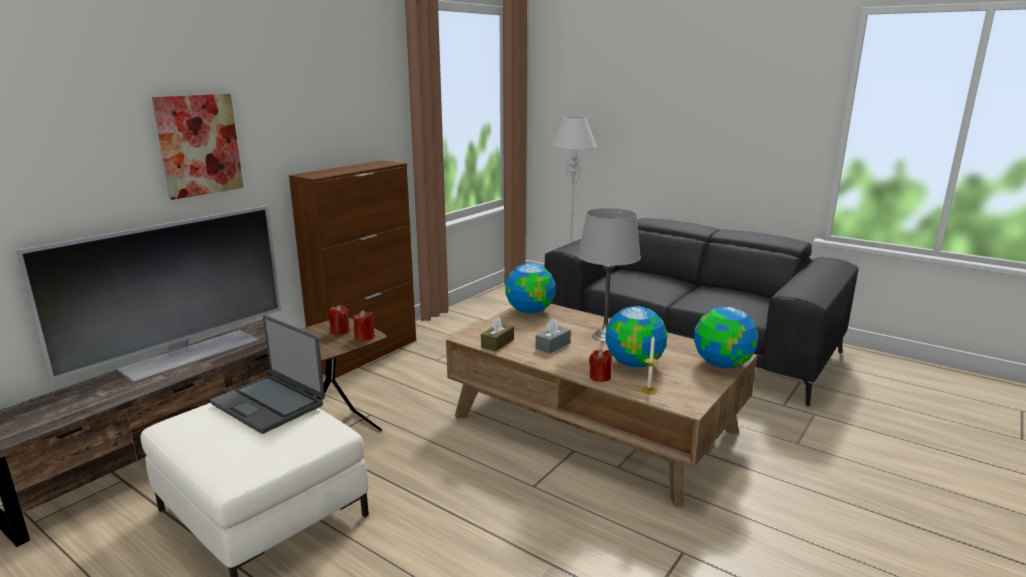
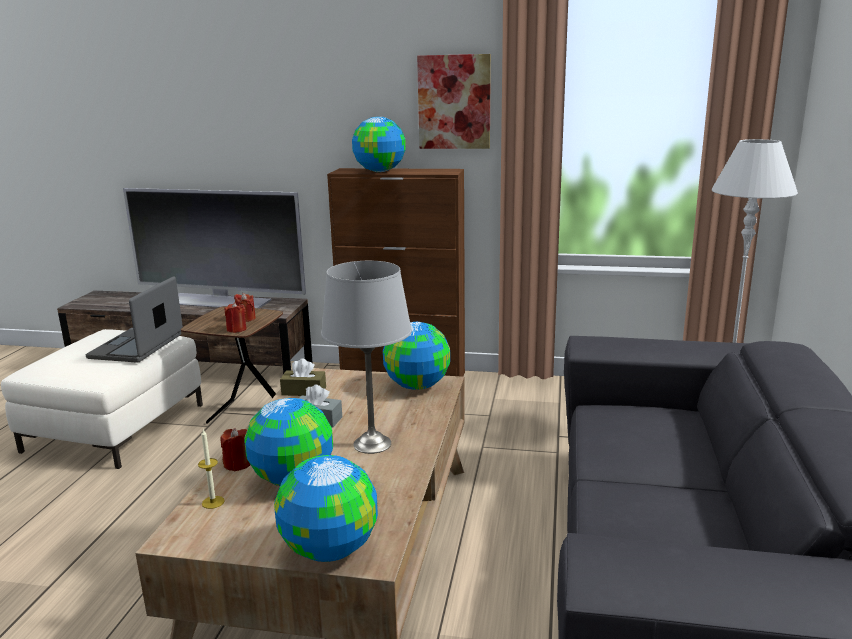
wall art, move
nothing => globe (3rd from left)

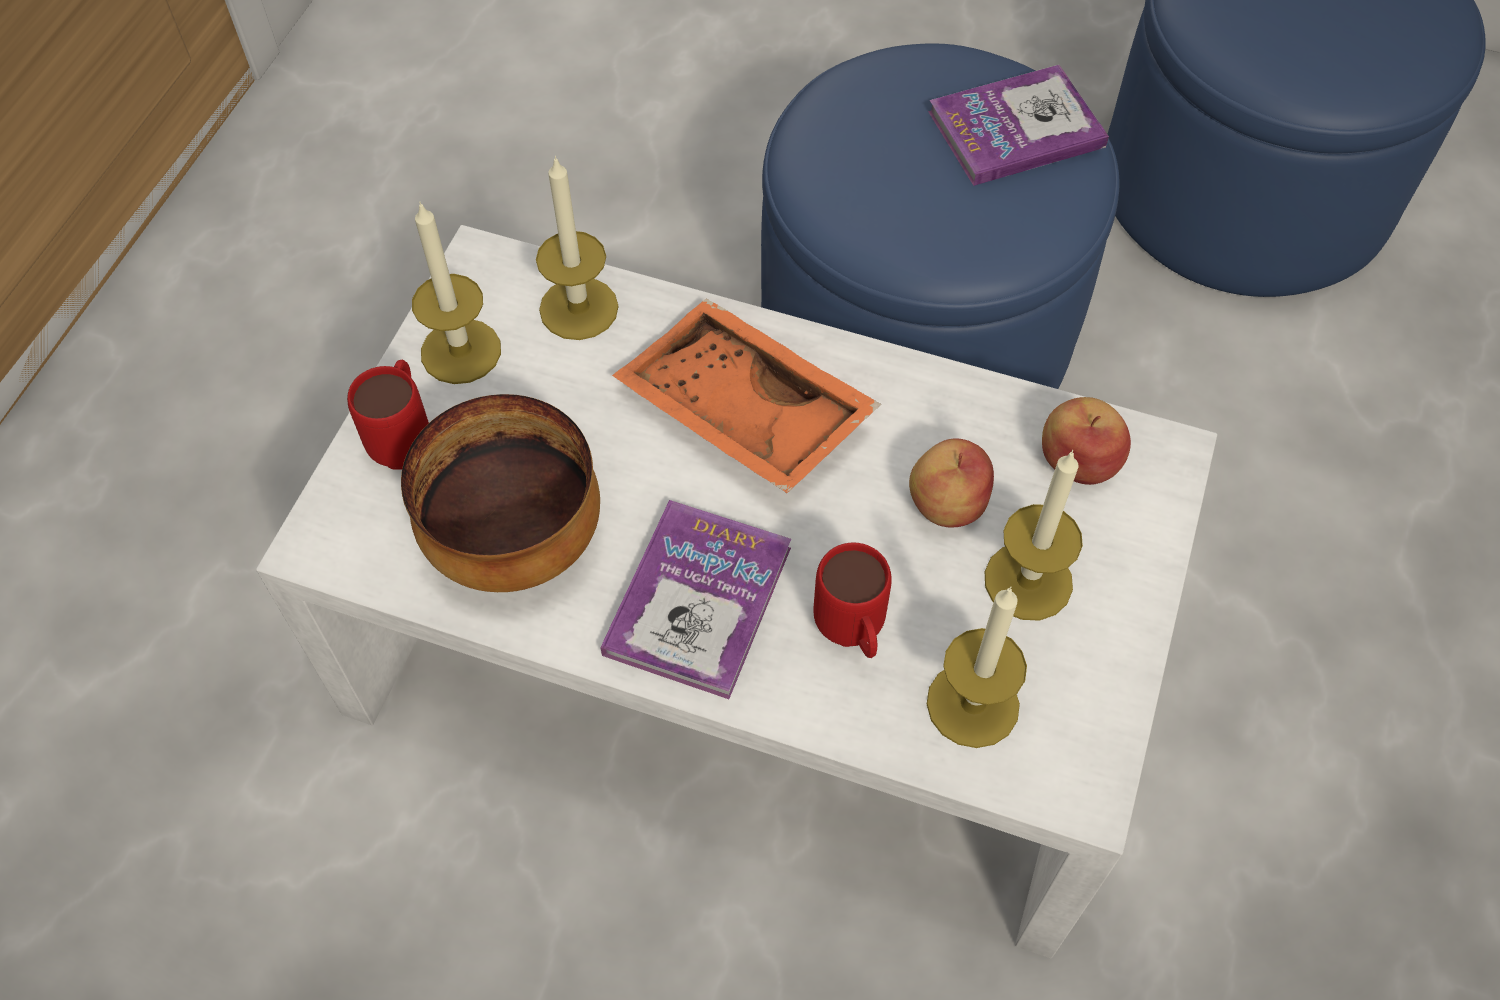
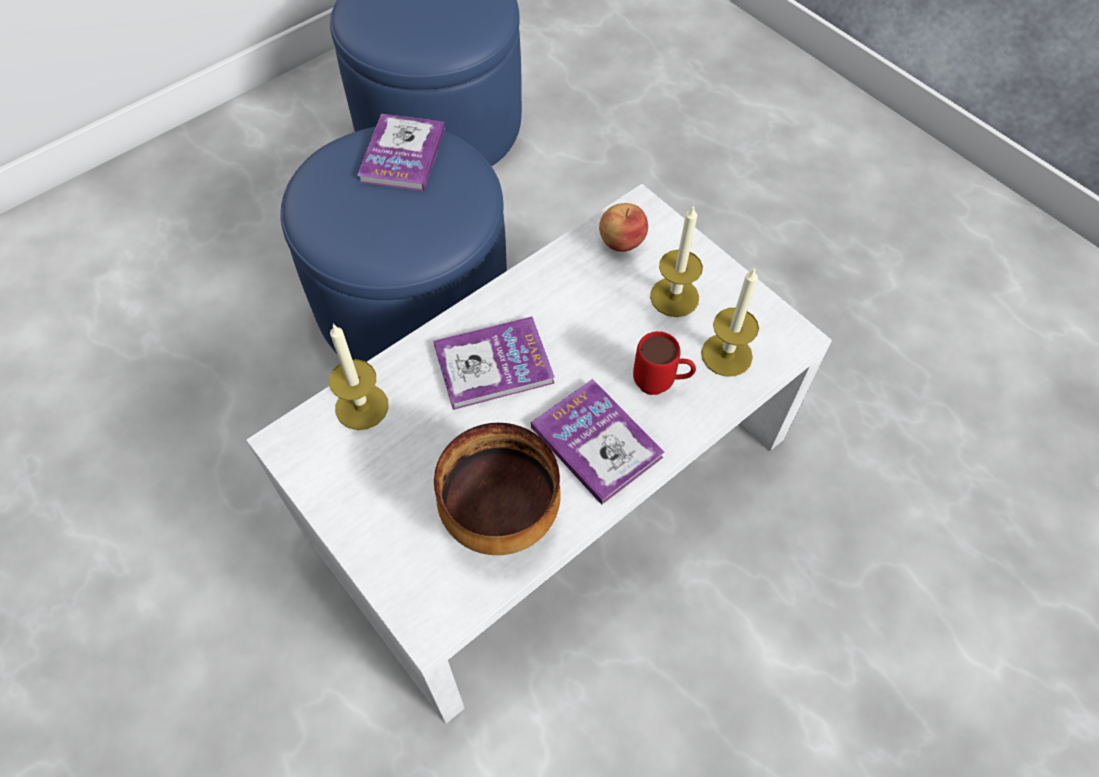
wax light (1st from left) => nothing
tray in orange => bound book (2nd from left)
mug in red (1st from left) => nothing
whole apple (1st from left) => nothing

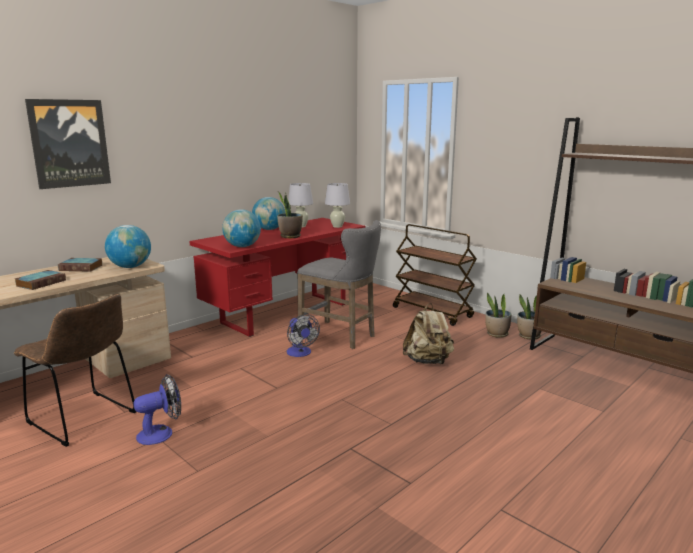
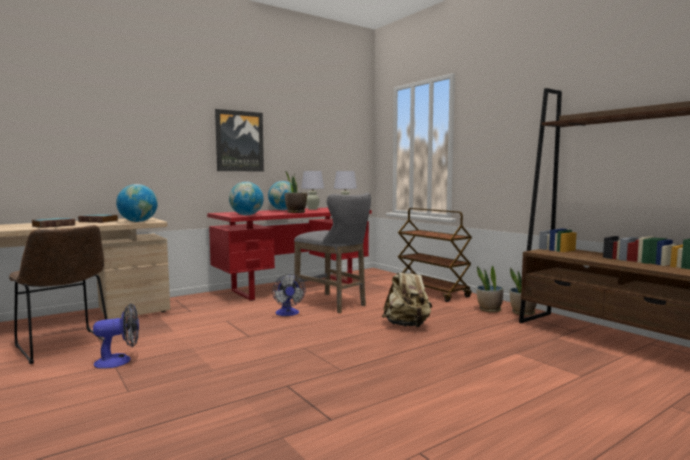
wall art, move

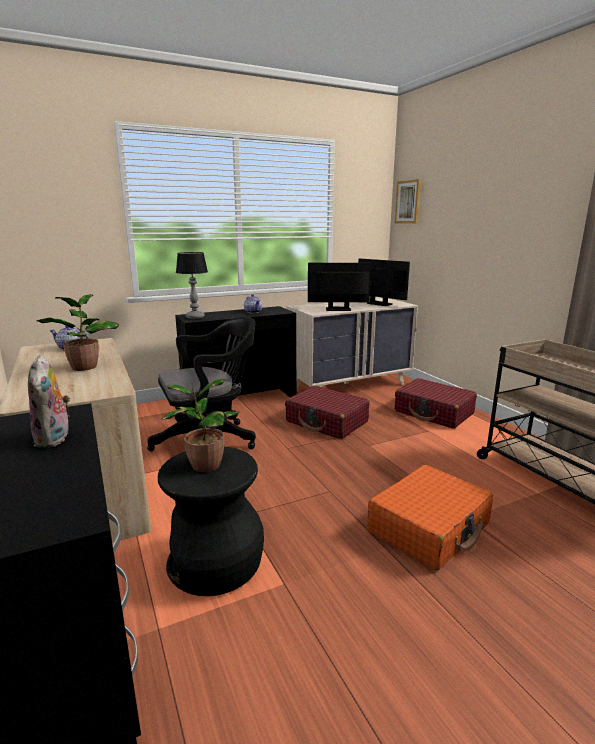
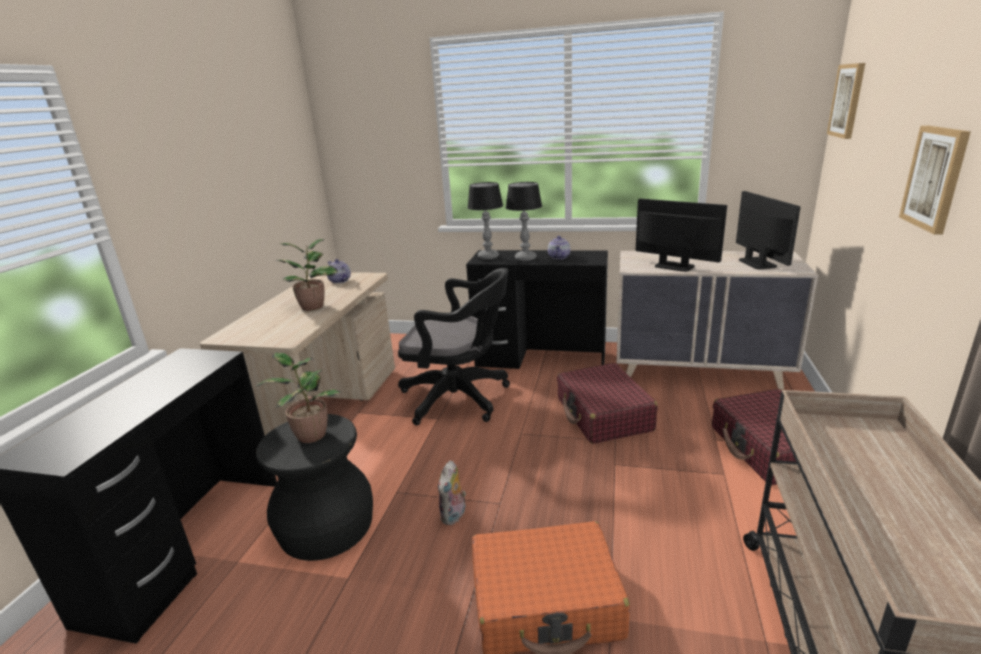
soft toy, move
nothing => wall art (2nd from left)
nothing => lamp for a table (2nd from left)

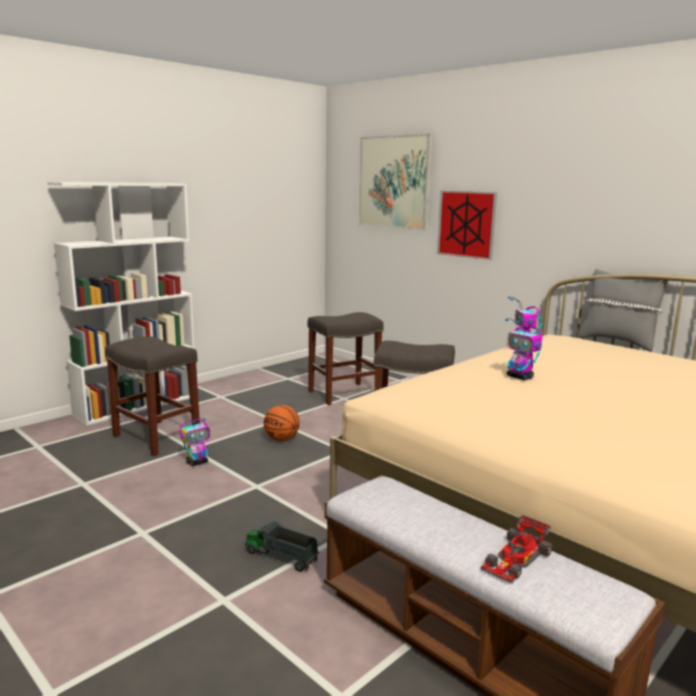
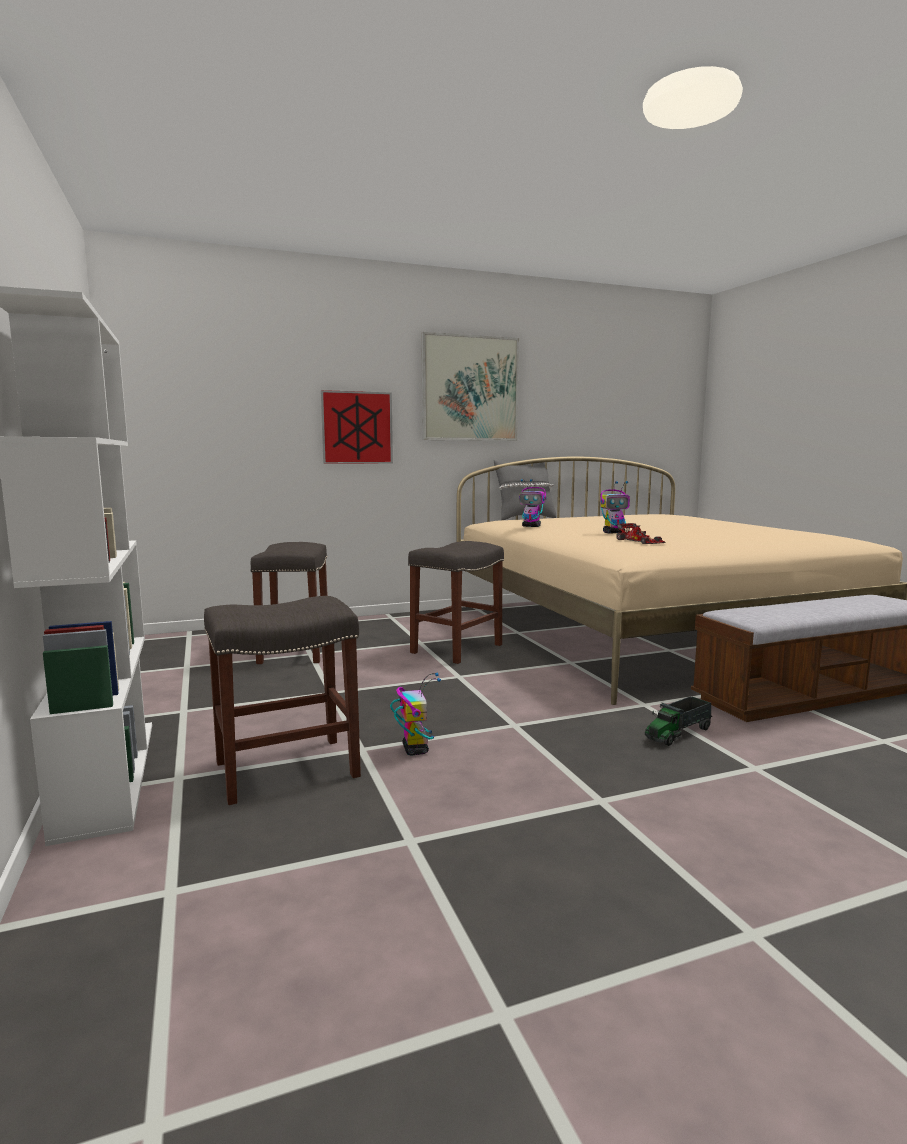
wall art (1st from left in the first image) => wall art (2nd from left), move
basketball ball => nothing
model car, move

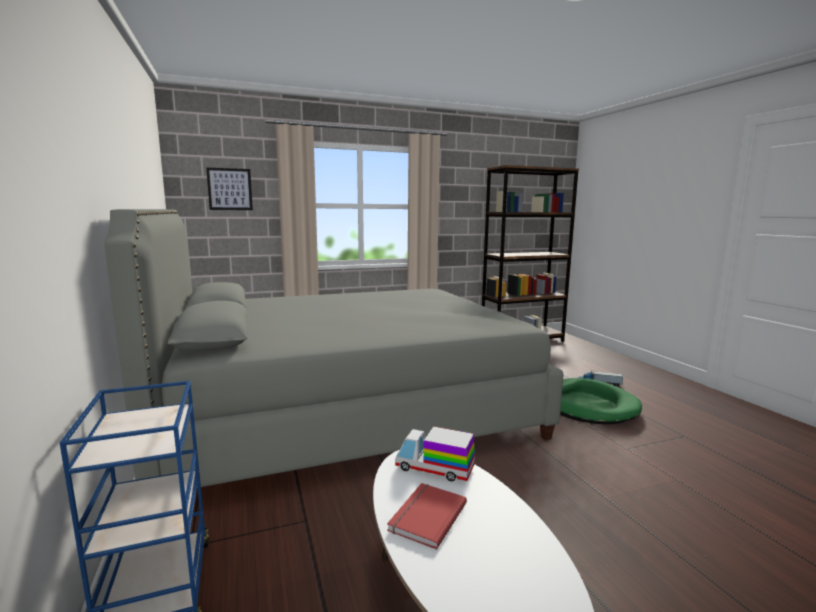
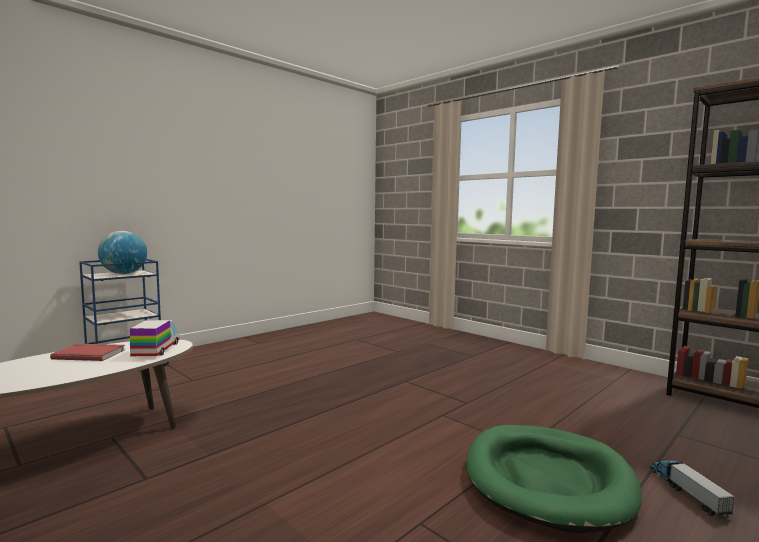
wall art => nothing
bedroom bed in gray => nothing
nothing => globe

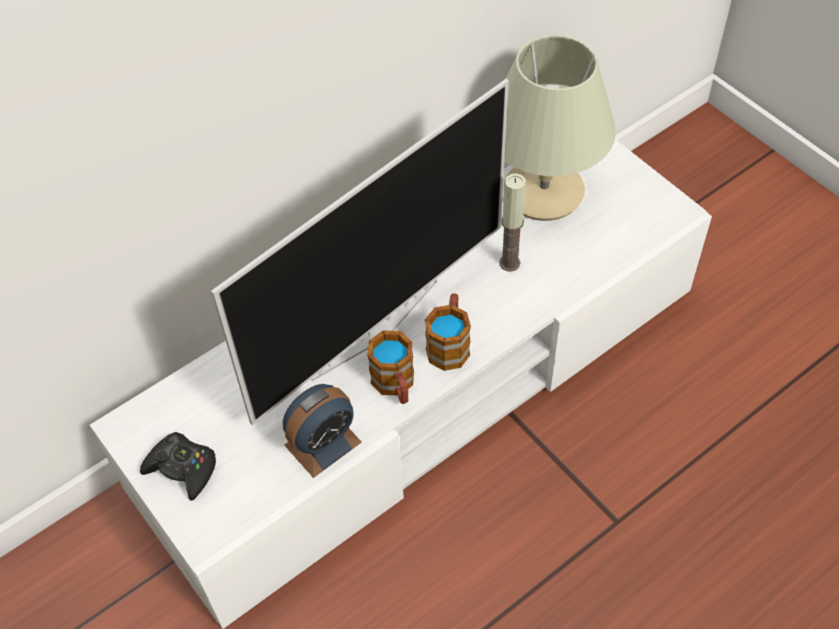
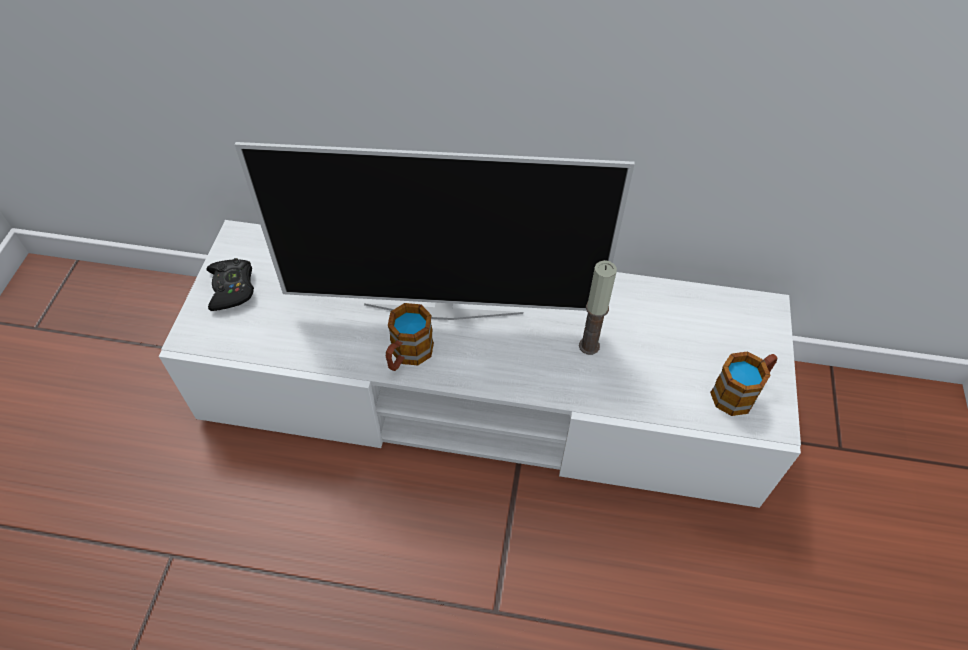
lamp for a table in beige => nothing
mug (2nd from left), move
table clock => nothing

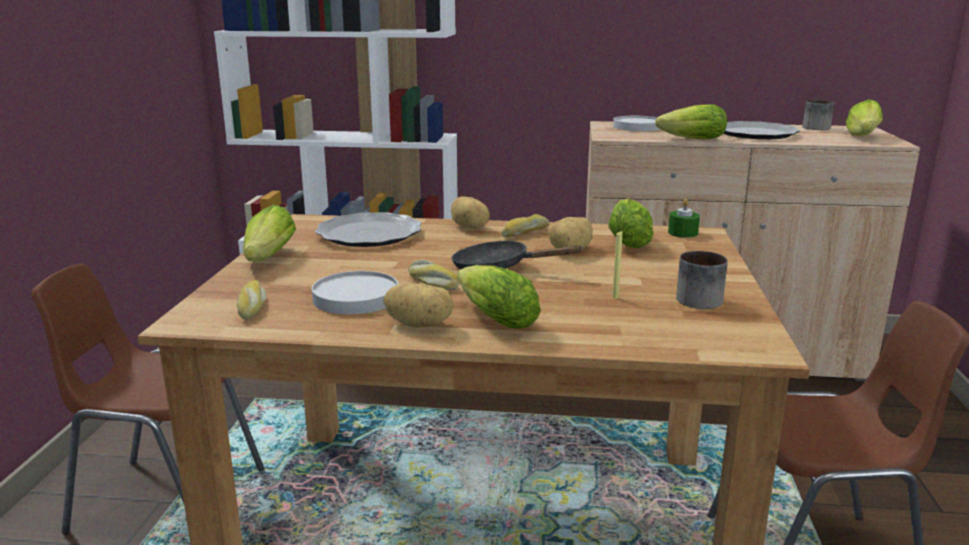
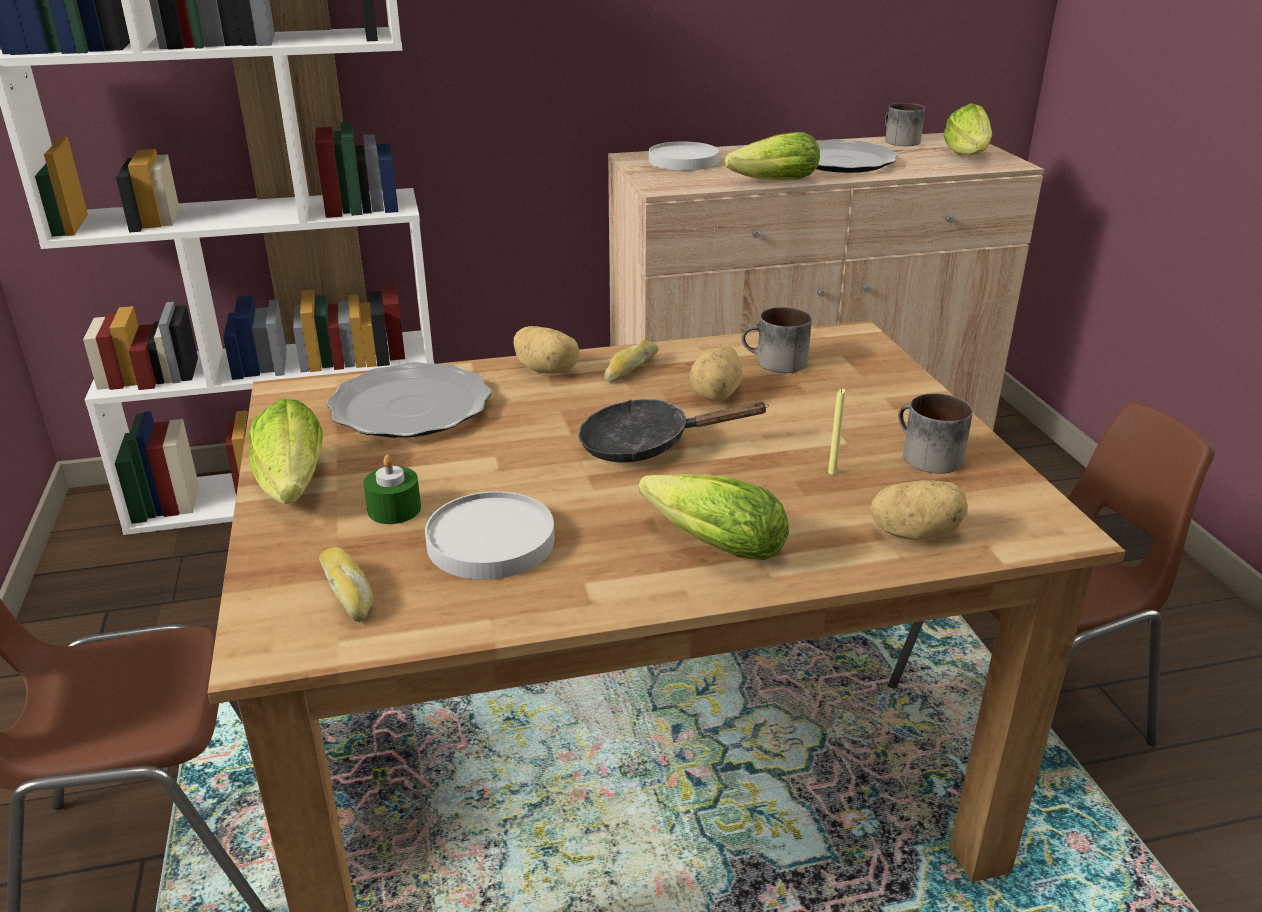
lettuce head (3rd from left) => mug (1st from left)
wax light in green, move
baked bread (2nd from left) => nothing
spud (1st from left in the first image) => spud (3rd from left), move

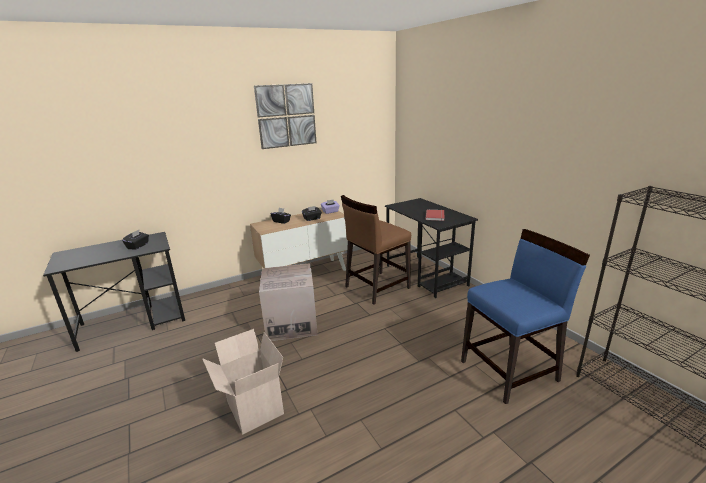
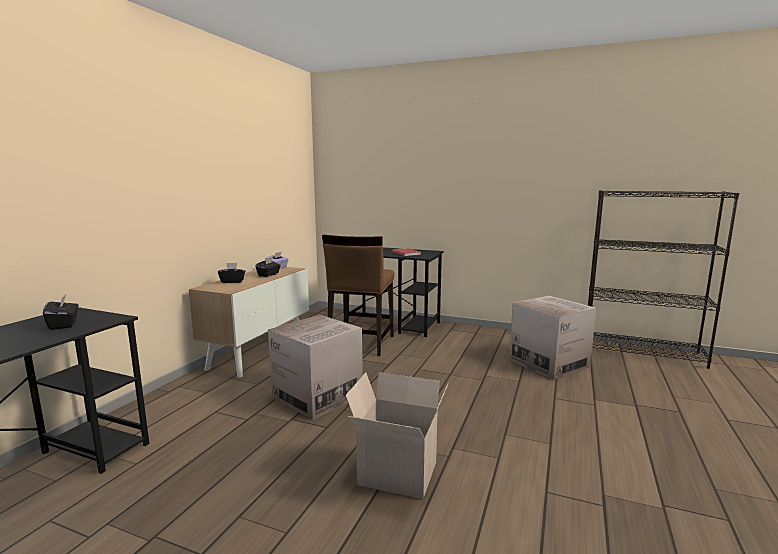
wall art => nothing
upright chair in bluish => packing box (3rd from left)

